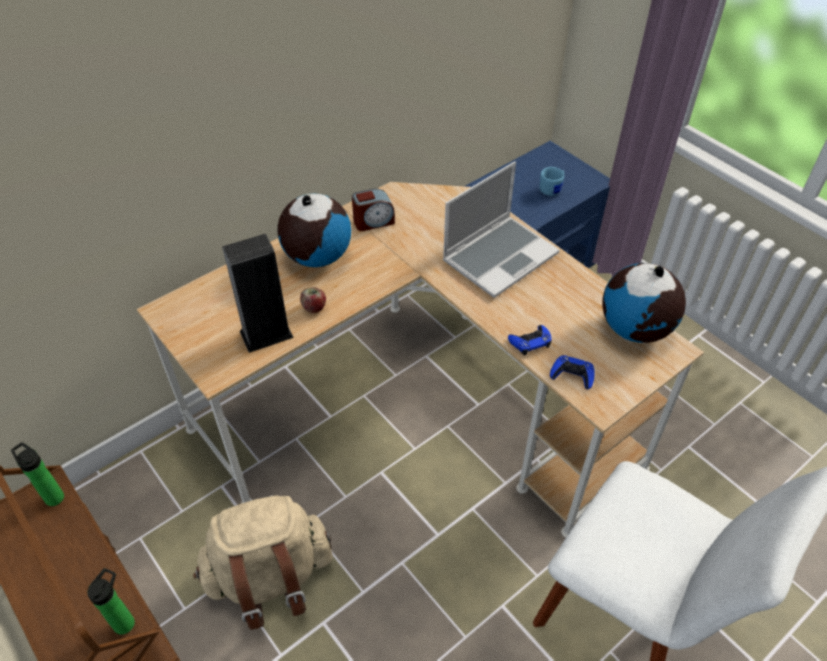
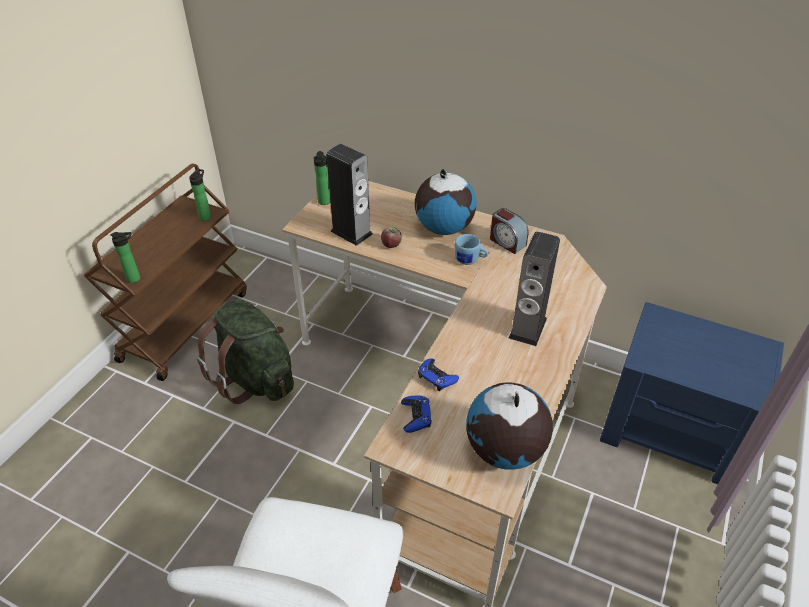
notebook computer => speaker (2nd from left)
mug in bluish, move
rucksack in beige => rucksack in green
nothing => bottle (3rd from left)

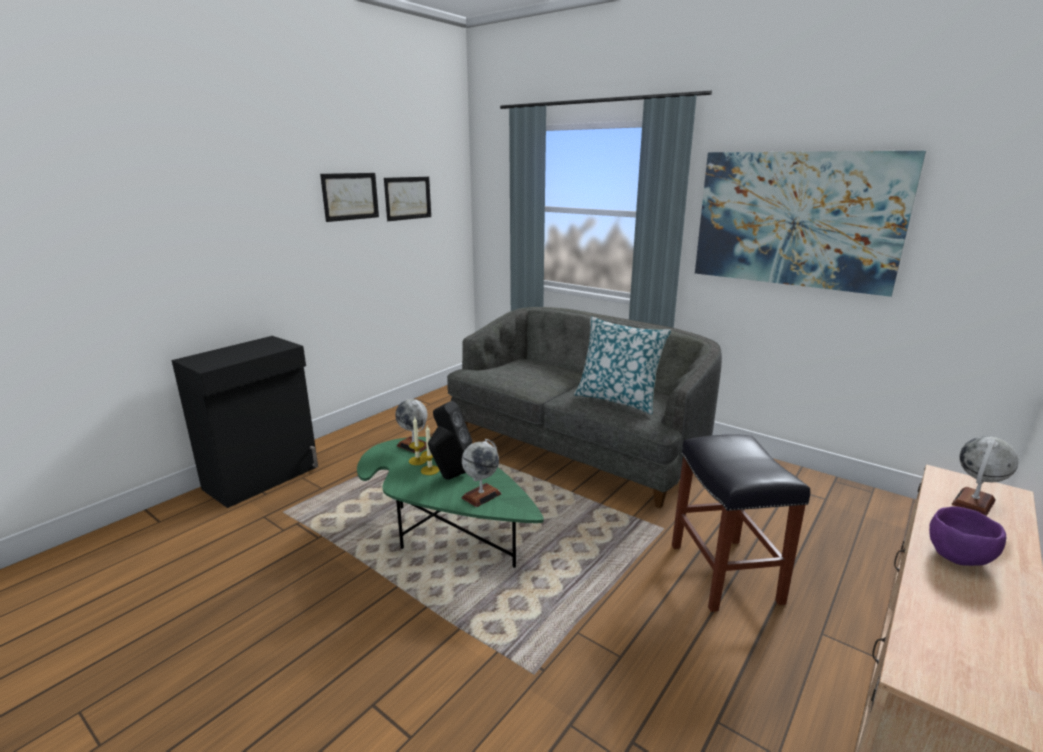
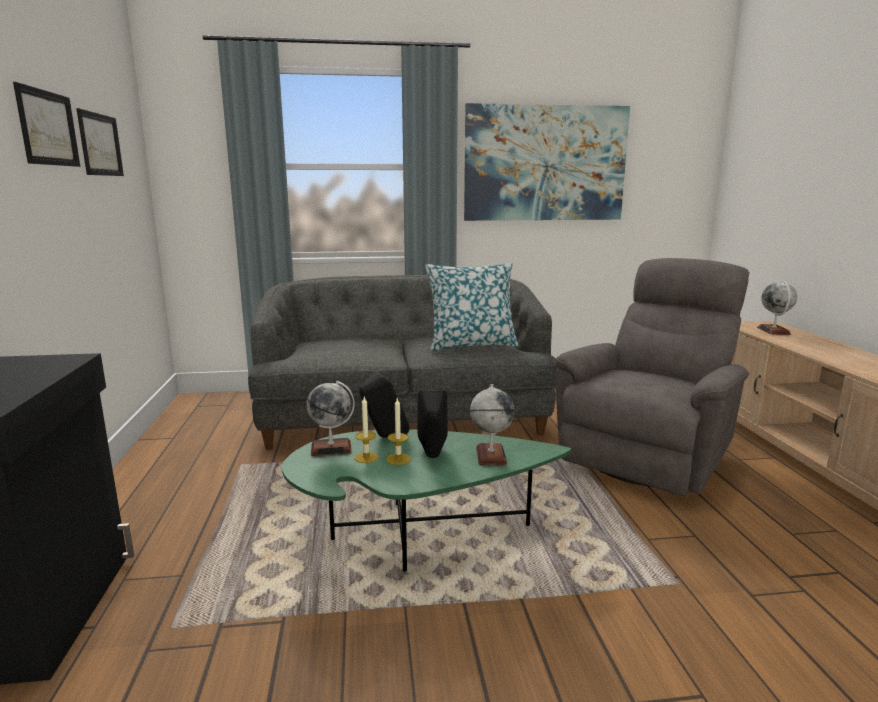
sitting stool in blackish => lounge chair in gray
deep dish in purplish => nothing

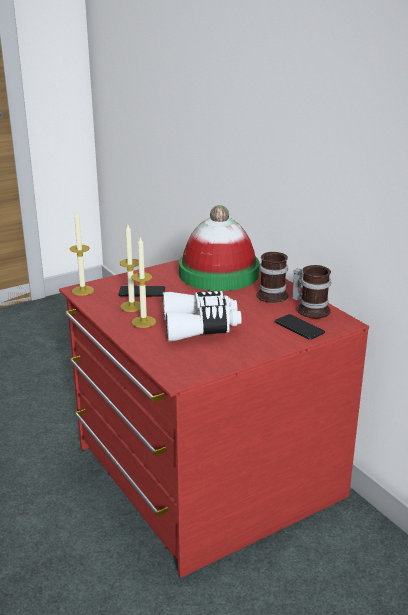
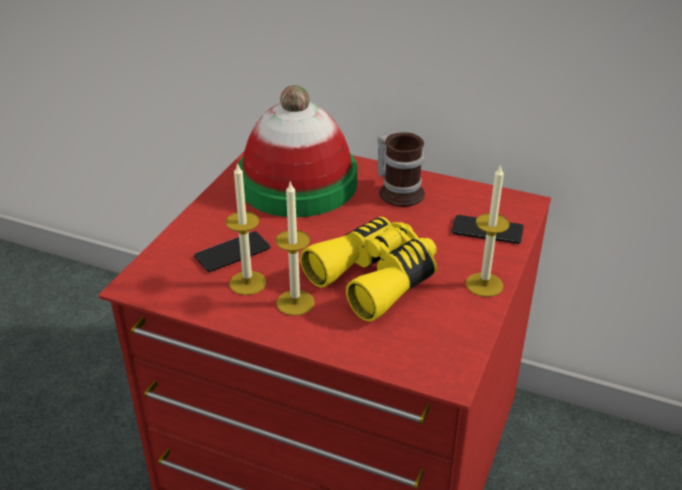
wax light (1st from left in the first image) => wax light (3rd from left), move
mug (2nd from left) => nothing
field glasses in white-coloured => field glasses in yellow-coloured

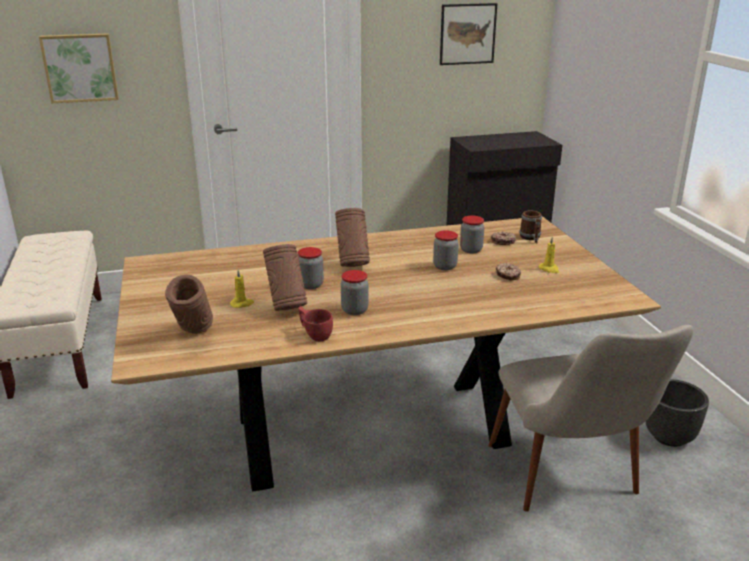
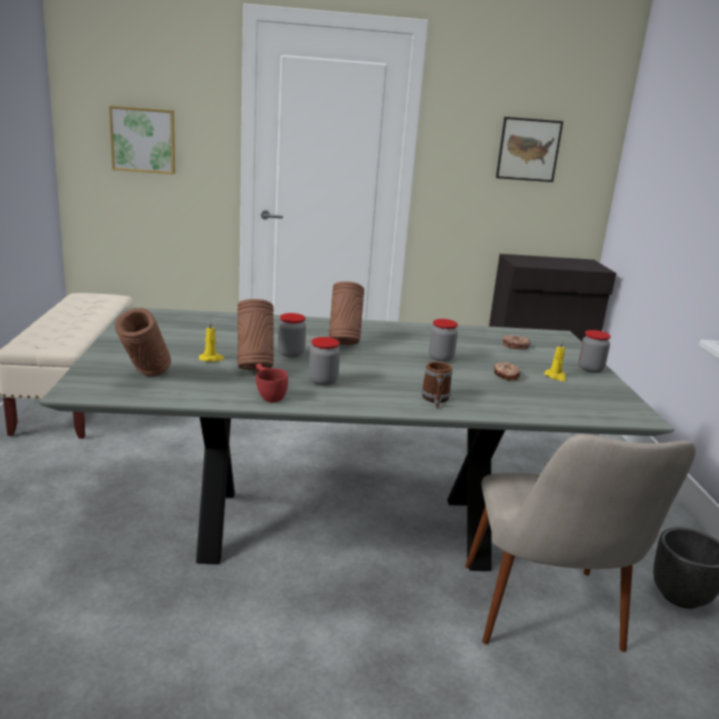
mug, move
kitchen table in brown => kitchen table in gray
preserve jar (4th from left), move

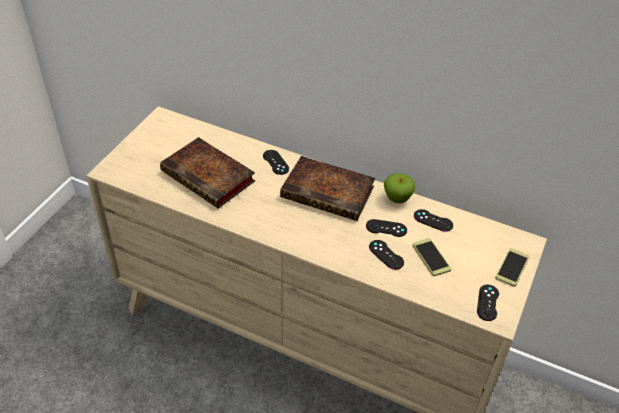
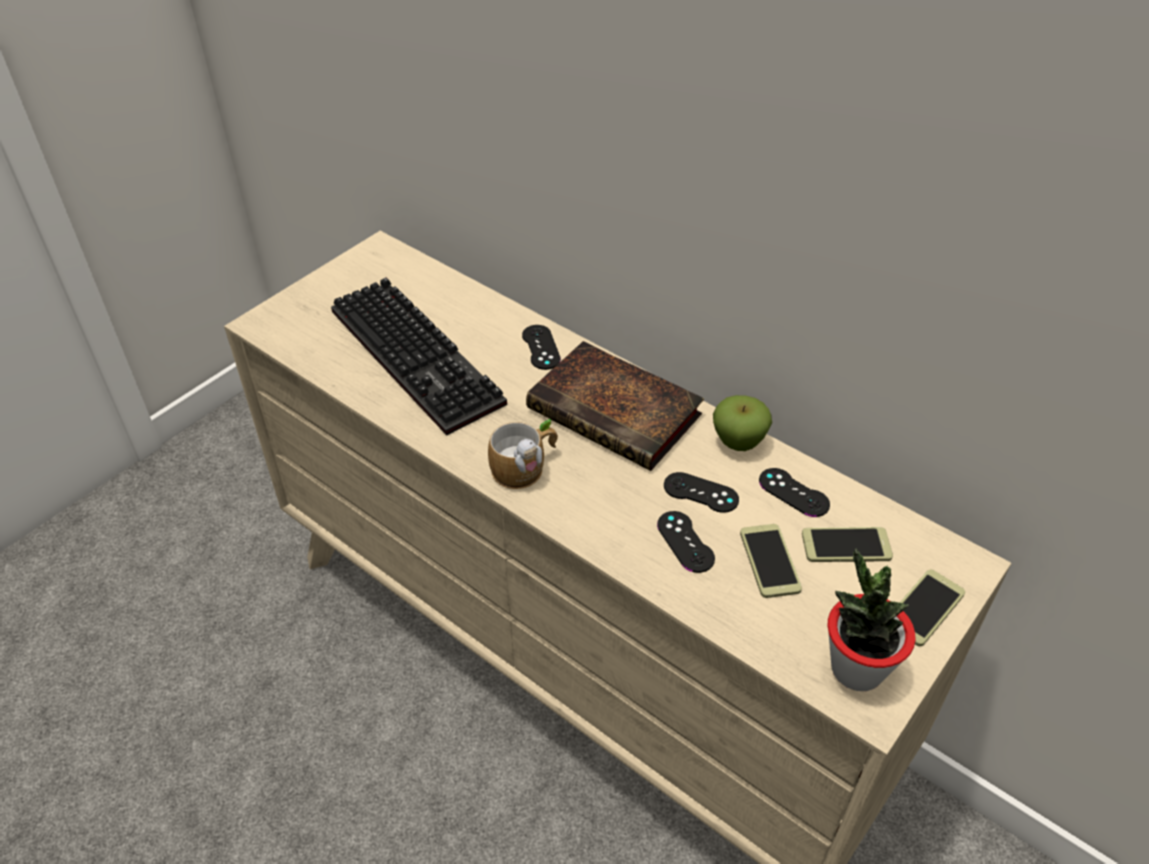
bound book (1st from left) => keyboard
joypad in blackish (5th from left) => houseplant
nothing => mug
nothing => telephone (2nd from left)

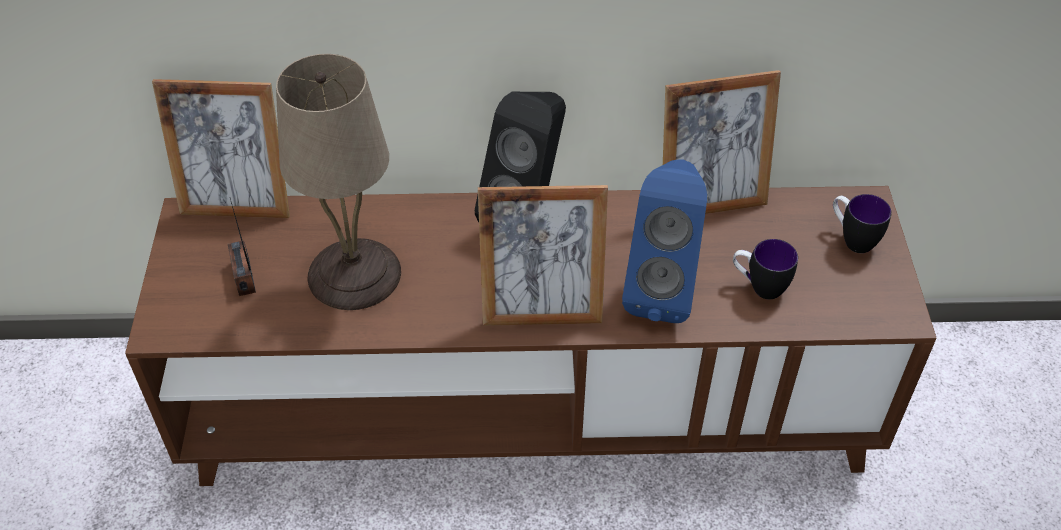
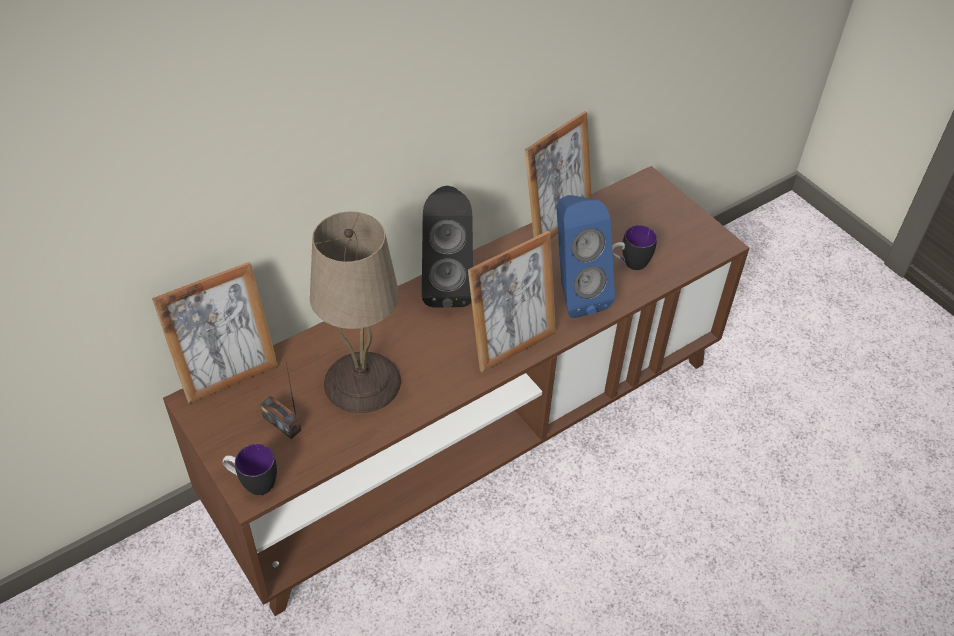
mug (2nd from left in the first image) => mug (1st from left), move

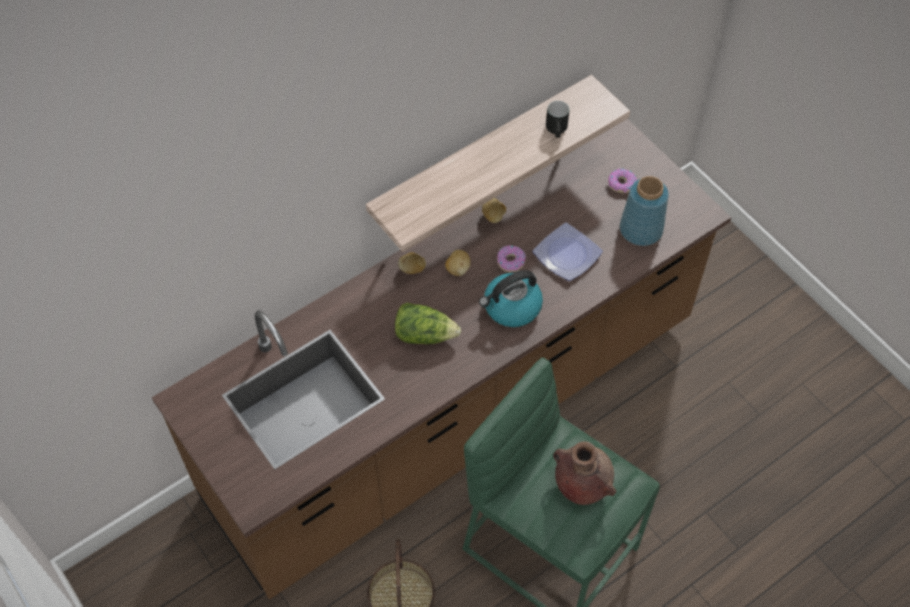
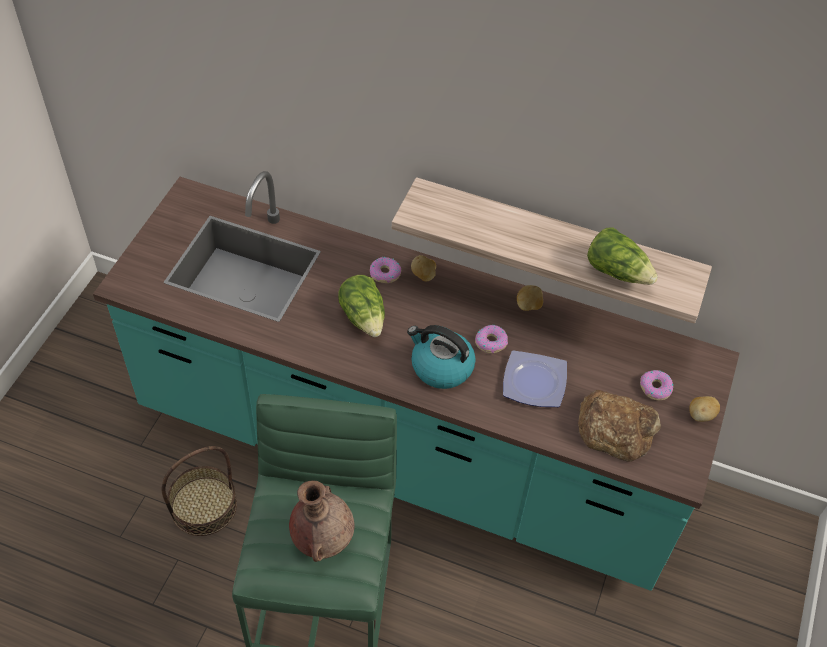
mug in blackish => lettuce head (2nd from left)
counter in brown => counter in turquoise-coloured
vase in bluish => baked bread
spud (2nd from left in the first image) => spud (3rd from left), move
nothing => donut (1st from left)

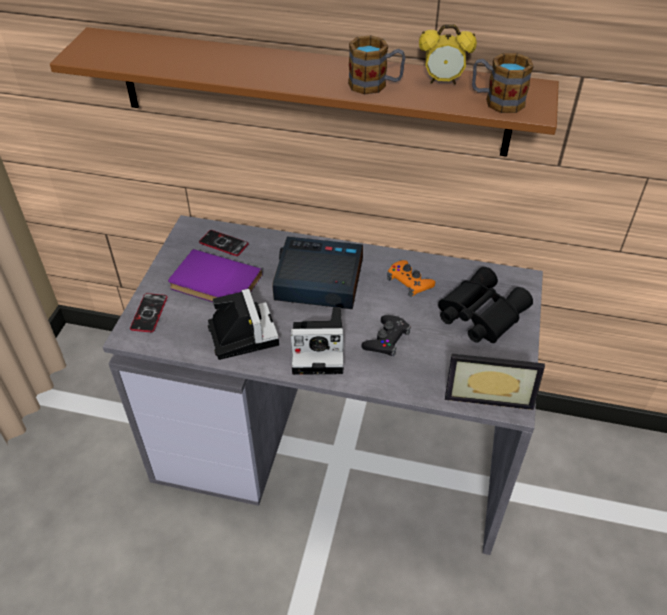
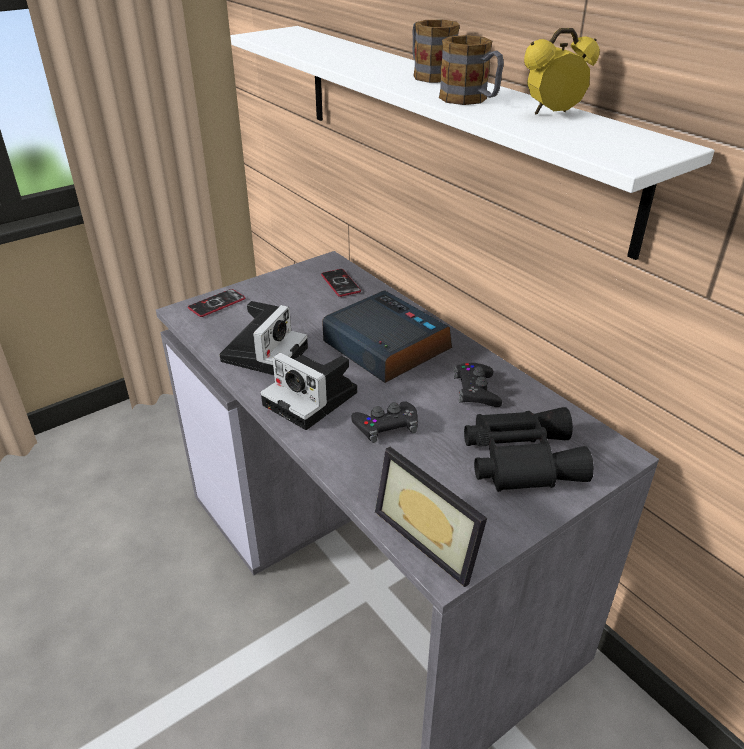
table clock (2nd from left), 120 degrees clockwise
shelf in brown => shelf in white-coloured
mug (2nd from left in the first image) => mug (1st from left), move
bound book in purplish => nothing
joypad in orange => joypad in blackish (2nd from left)

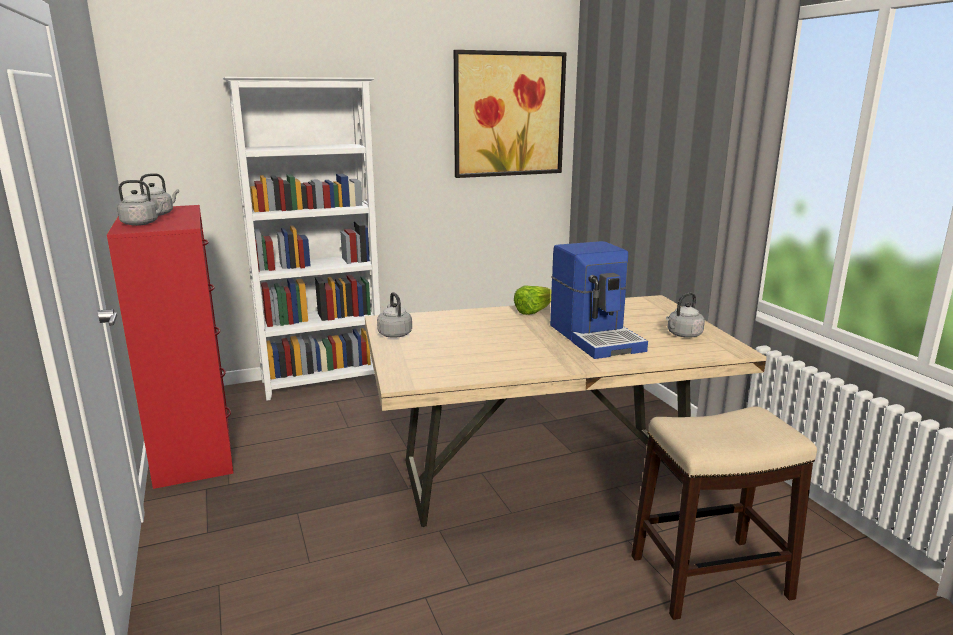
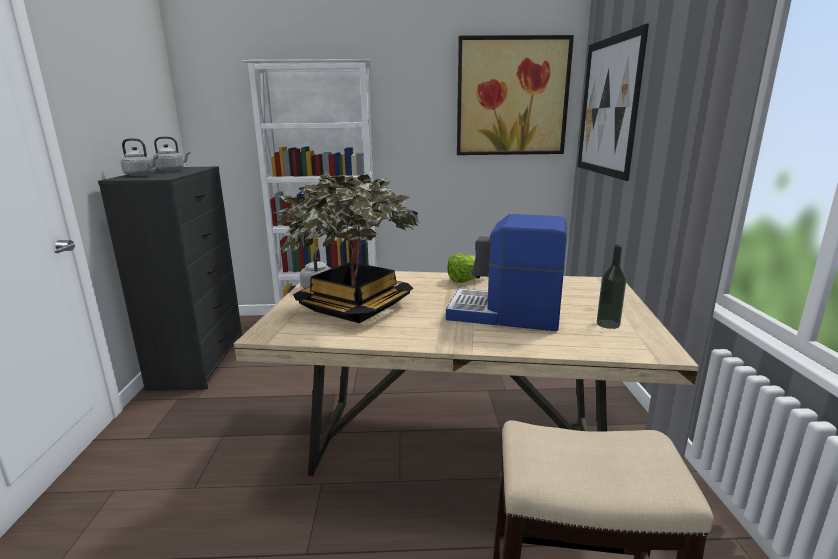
drawer chest in red => drawer chest in blackish
coffee machine, 105 degrees clockwise
kettle in gray (4th from left) => bottle
nothing => wall art (2nd from left)
nothing => houseplant

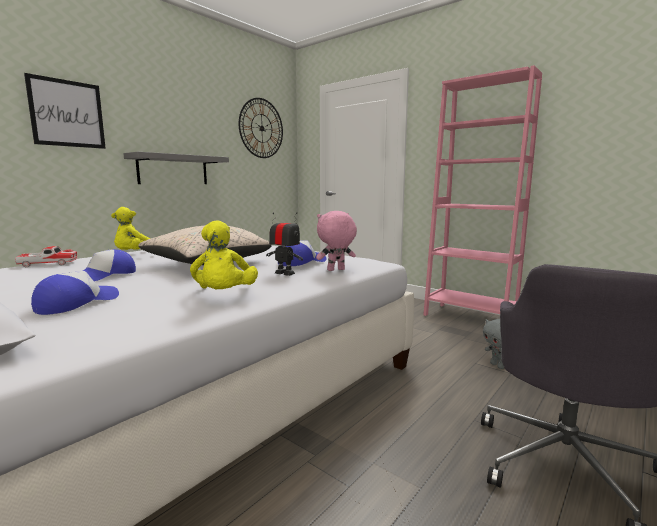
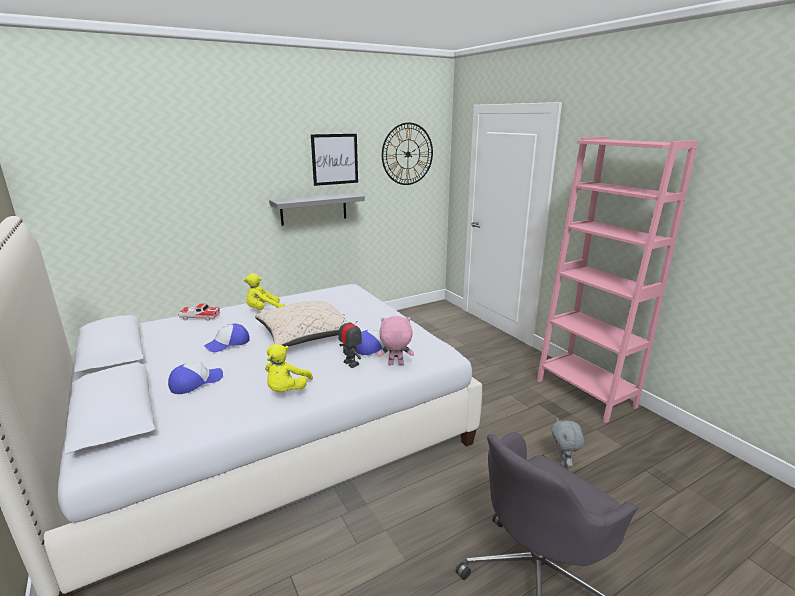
wall art, move

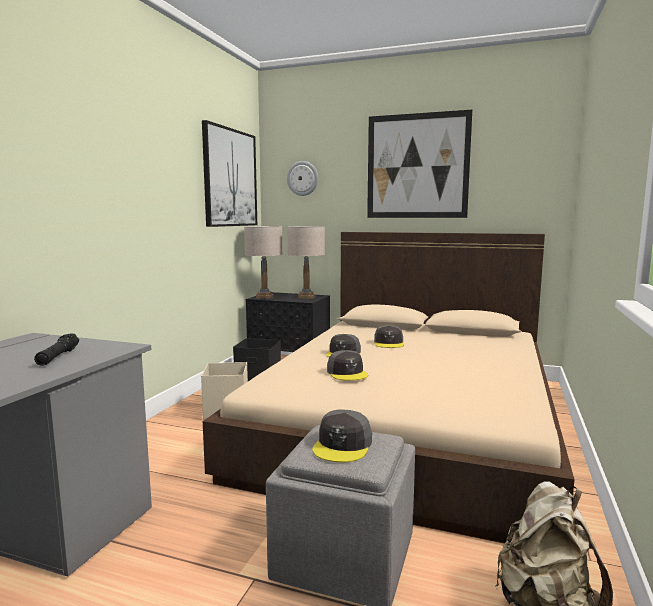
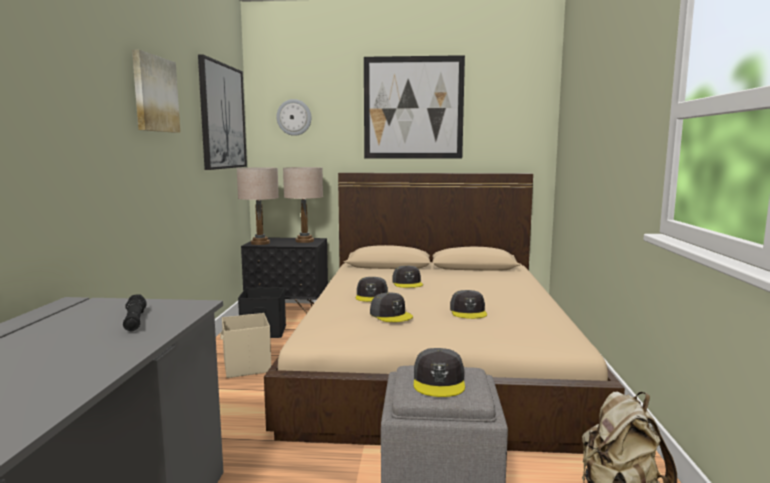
nothing => wall art (1st from left)
nothing => peaked cap in gray (5th from left)

